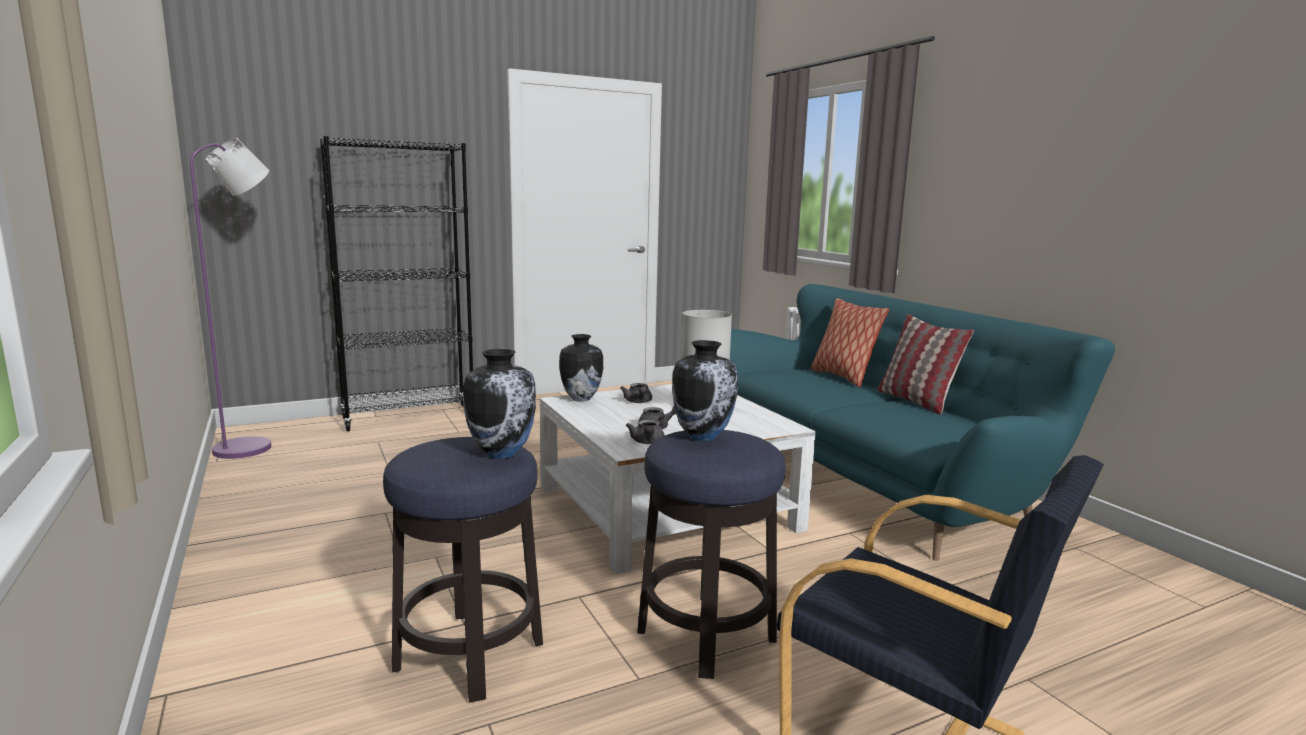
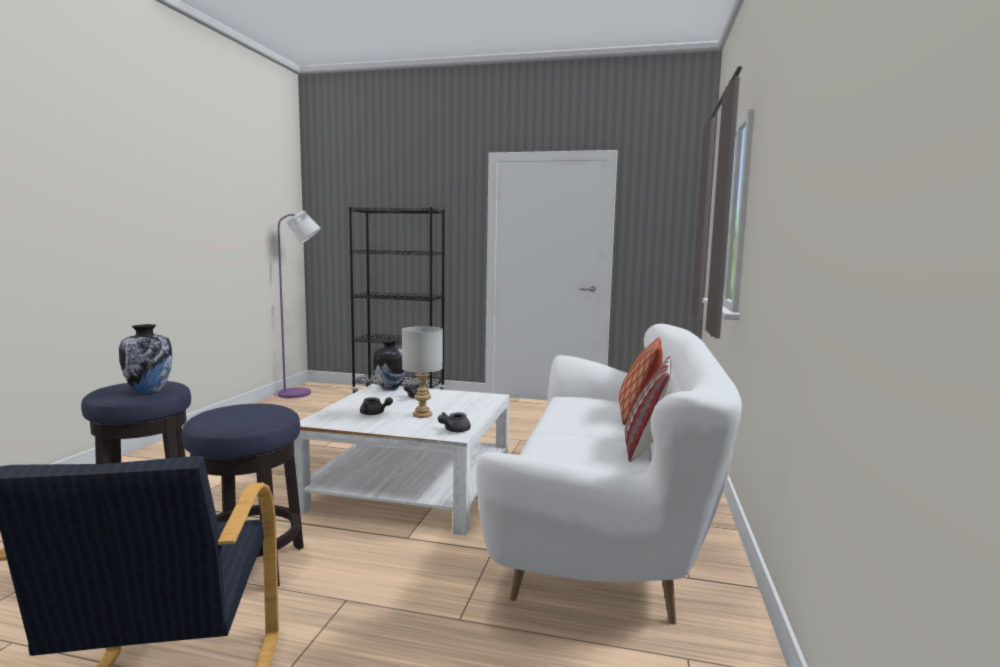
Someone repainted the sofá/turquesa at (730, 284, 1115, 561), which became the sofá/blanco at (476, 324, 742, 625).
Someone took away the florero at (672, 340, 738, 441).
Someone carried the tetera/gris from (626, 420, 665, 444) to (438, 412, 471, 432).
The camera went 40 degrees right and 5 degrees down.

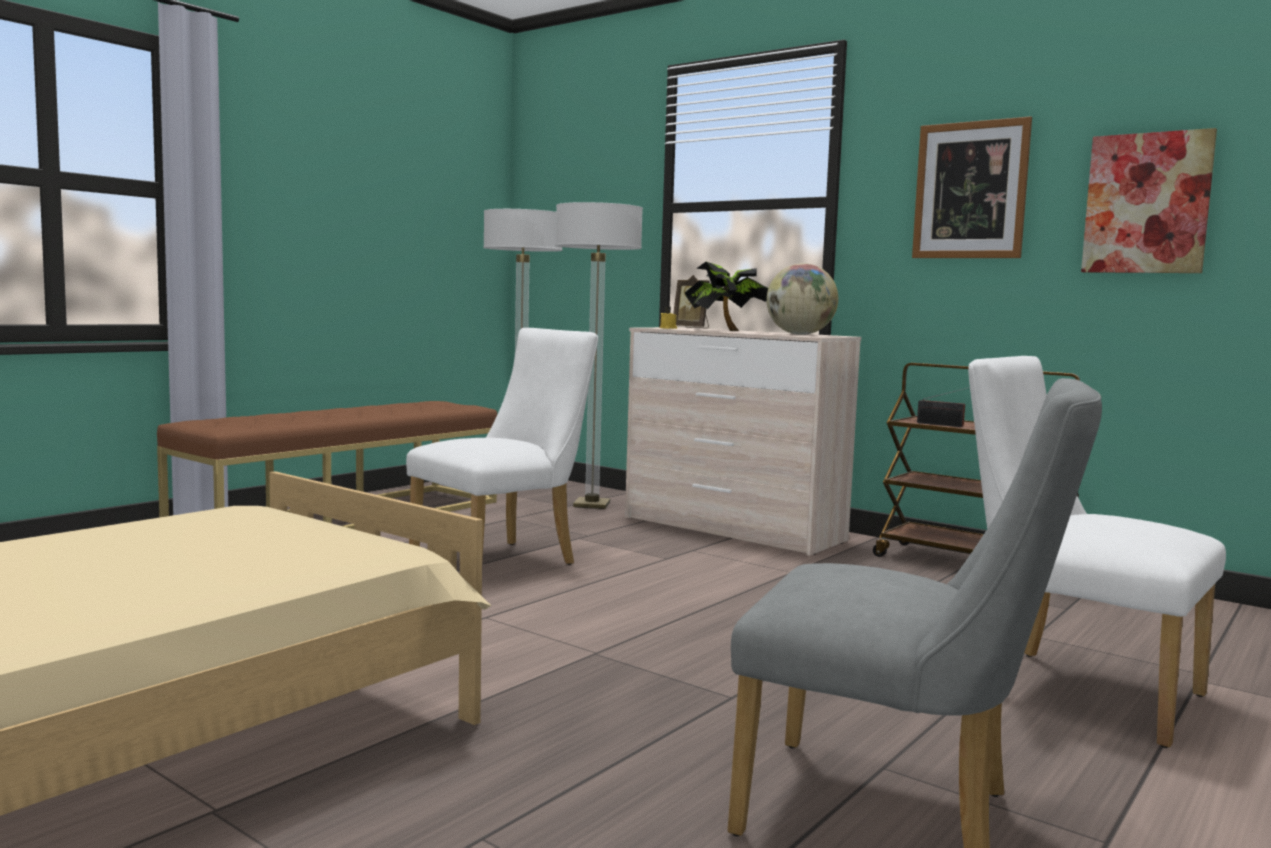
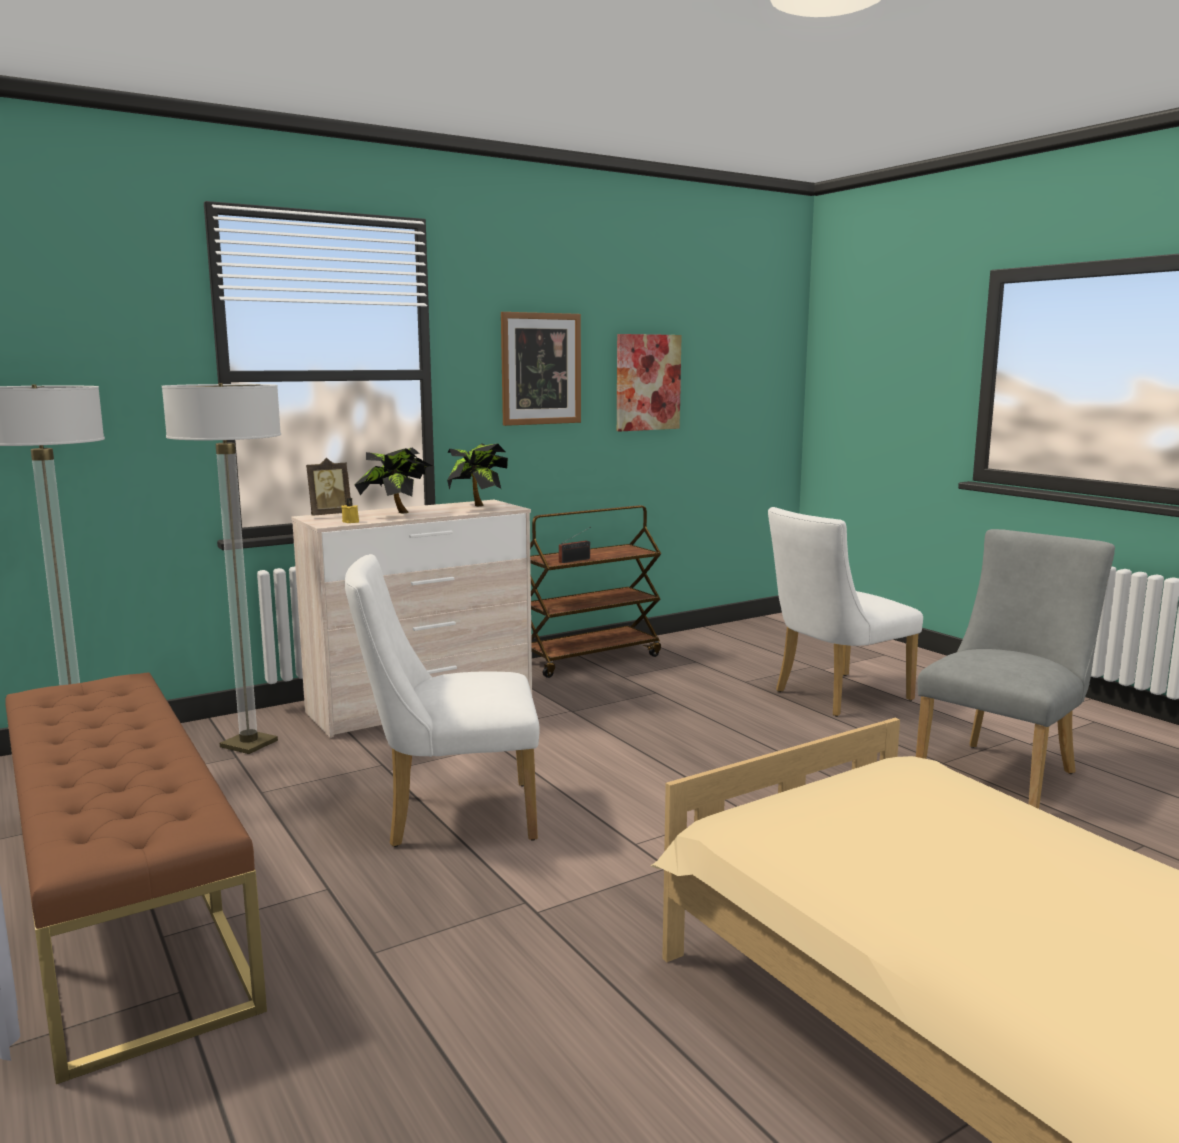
Someone swapped the globo terráqueo at (766, 263, 838, 335) for the planta en maceta at (447, 444, 508, 506).
Someone rotated the silla/blanco at (406, 328, 598, 565) by 75 degrees counterclockwise.
The camera went 70 degrees left and 5 degrees up.

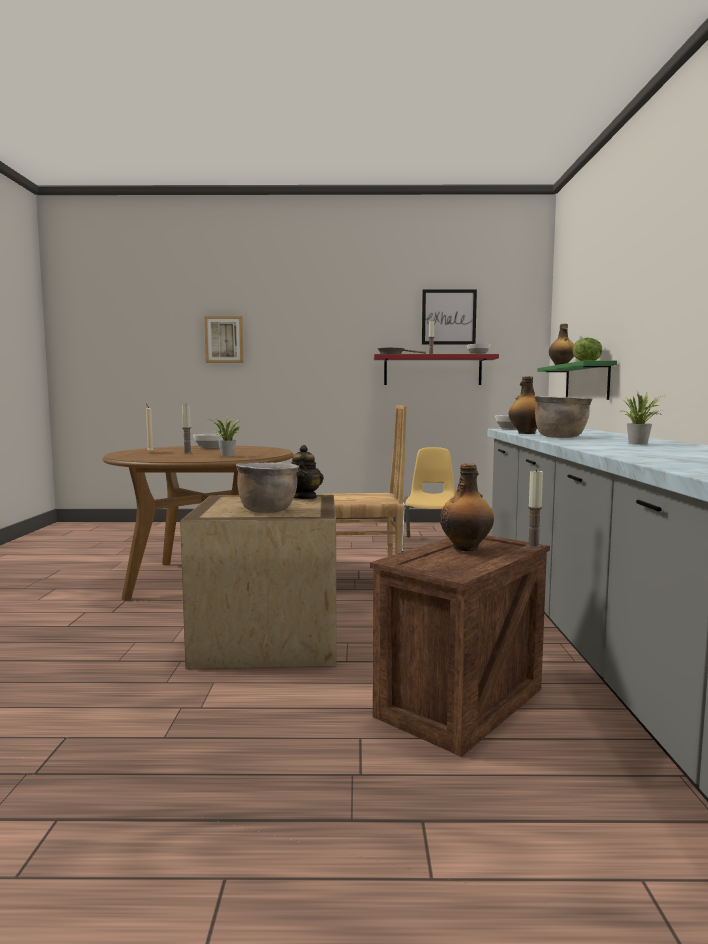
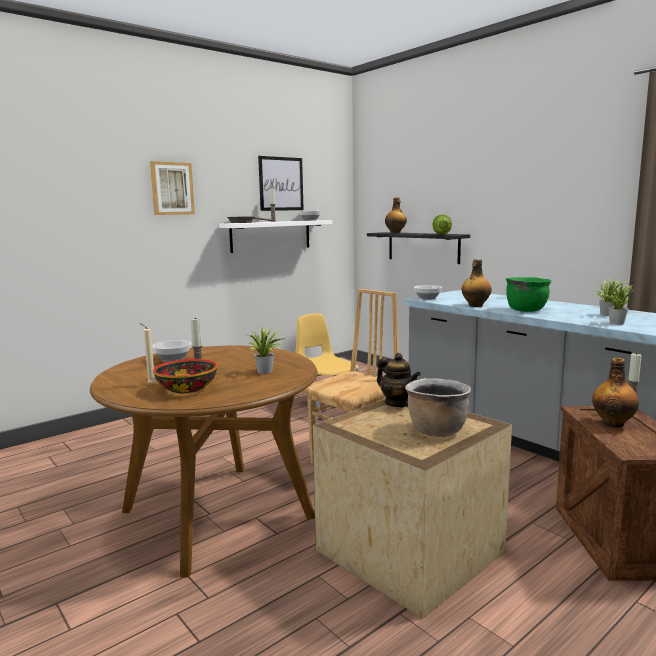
Someone carried the cuadro from (204, 316, 244, 363) to (150, 161, 195, 215).
Someone repainted the estante/rojo at (374, 354, 499, 385), which became the estante/blanco at (219, 220, 332, 253).
Someone repainted the estante/verde at (537, 361, 617, 400), which became the estante/negro at (367, 232, 470, 264).
Someone repainted the olla/marrón at (534, 395, 593, 438), which became the olla/verde at (506, 277, 551, 312).
Someone put down the planta en maceta at (600, 283, 633, 325).
Someone put down the cuenco at (153, 359, 217, 393).
The camera went 40 degrees left and 5 degrees up.

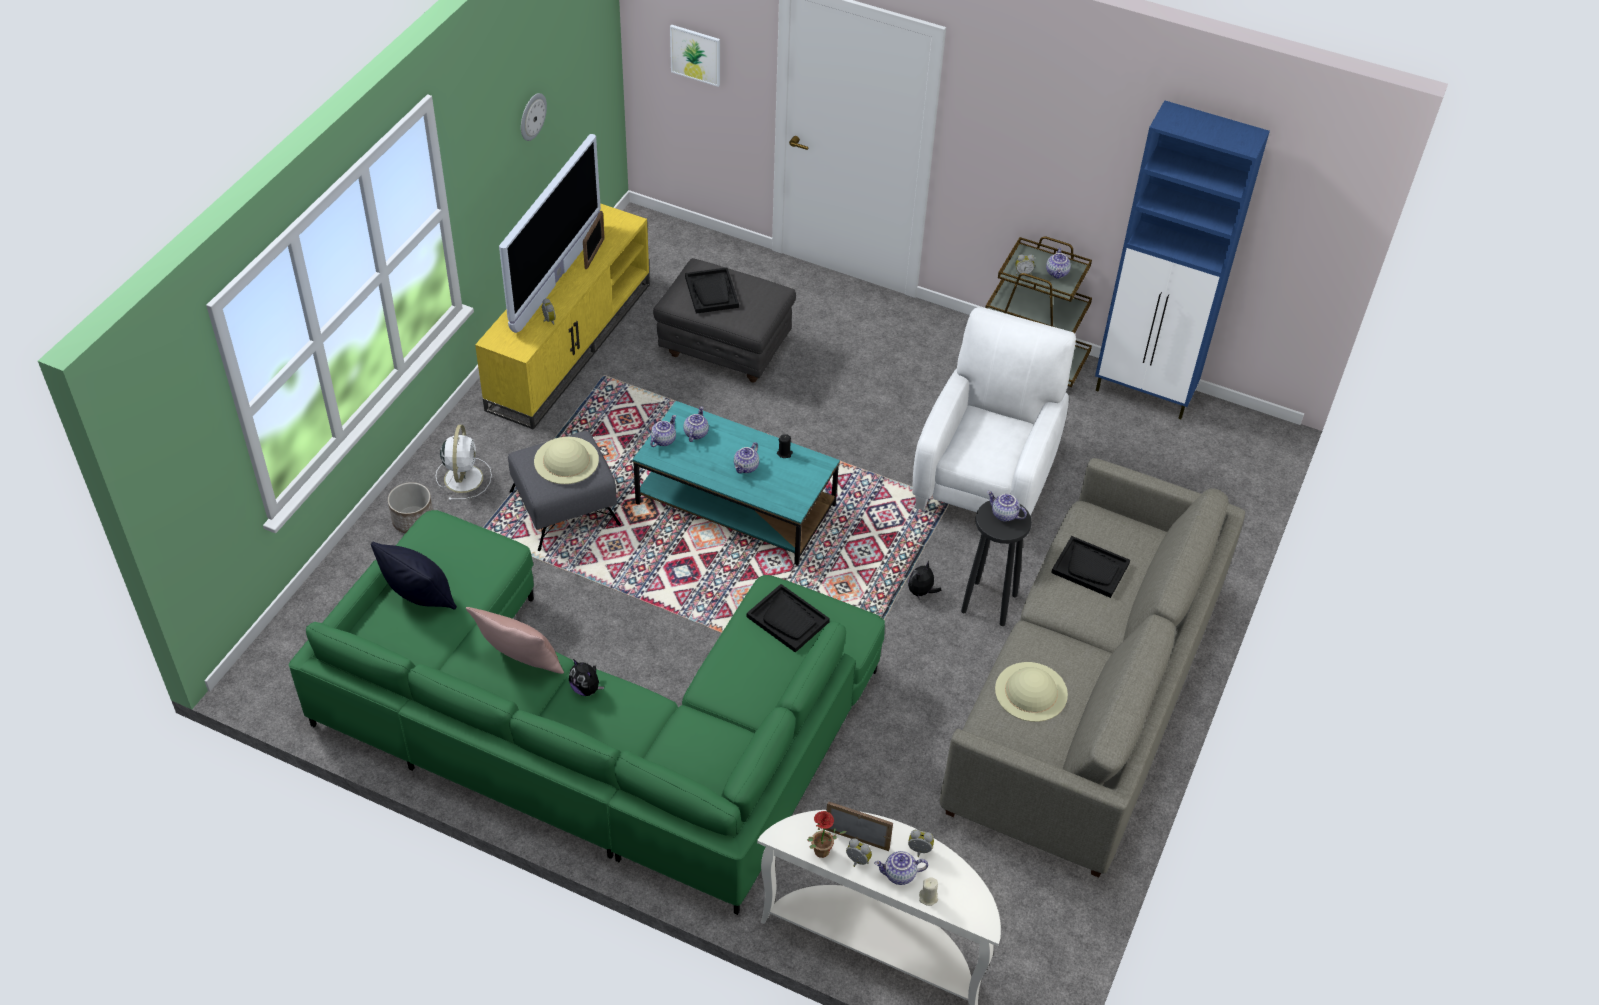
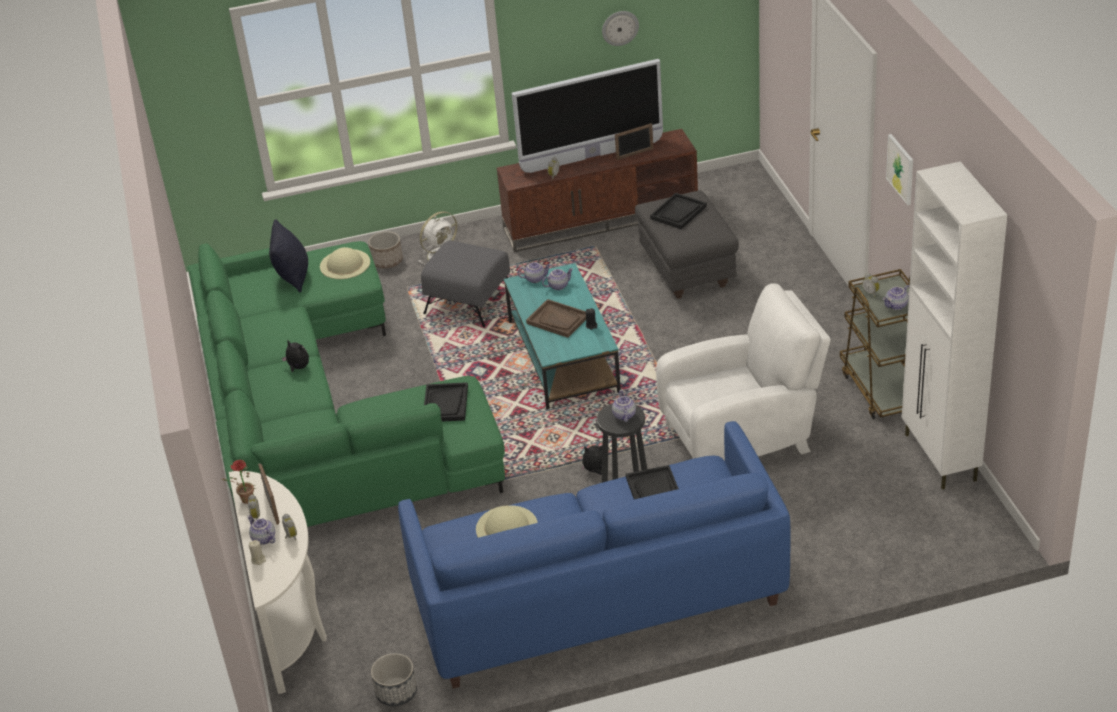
Someone carried the cuadro from (670, 25, 720, 87) to (886, 134, 913, 205).
Someone repainted the armario/azul at (1095, 100, 1270, 419), which became the armario/blanco at (902, 162, 1007, 490).
Someone repainted the mueble de televisión/amarillo at (475, 203, 650, 430), which became the mueble de televisión/marrón at (497, 129, 698, 252).
Someone carried the sombrero/beis from (534, 437, 599, 484) to (320, 247, 370, 279).
Someone swapped the tetera at (734, 442, 759, 473) for the bandeja/marrón at (526, 299, 586, 338).
Someone repainted the sofá/gris at (940, 458, 1245, 878), which became the sofá/azul at (398, 421, 791, 689).
Someone took away the cojín/rosa at (466, 607, 564, 674).
Someone rotated the peluche at (569, 659, 604, 696) by 120 degrees clockwise.
Someone put down the maceta at (371, 653, 417, 706).
The camera went 55 degrees right and 10 degrees down.

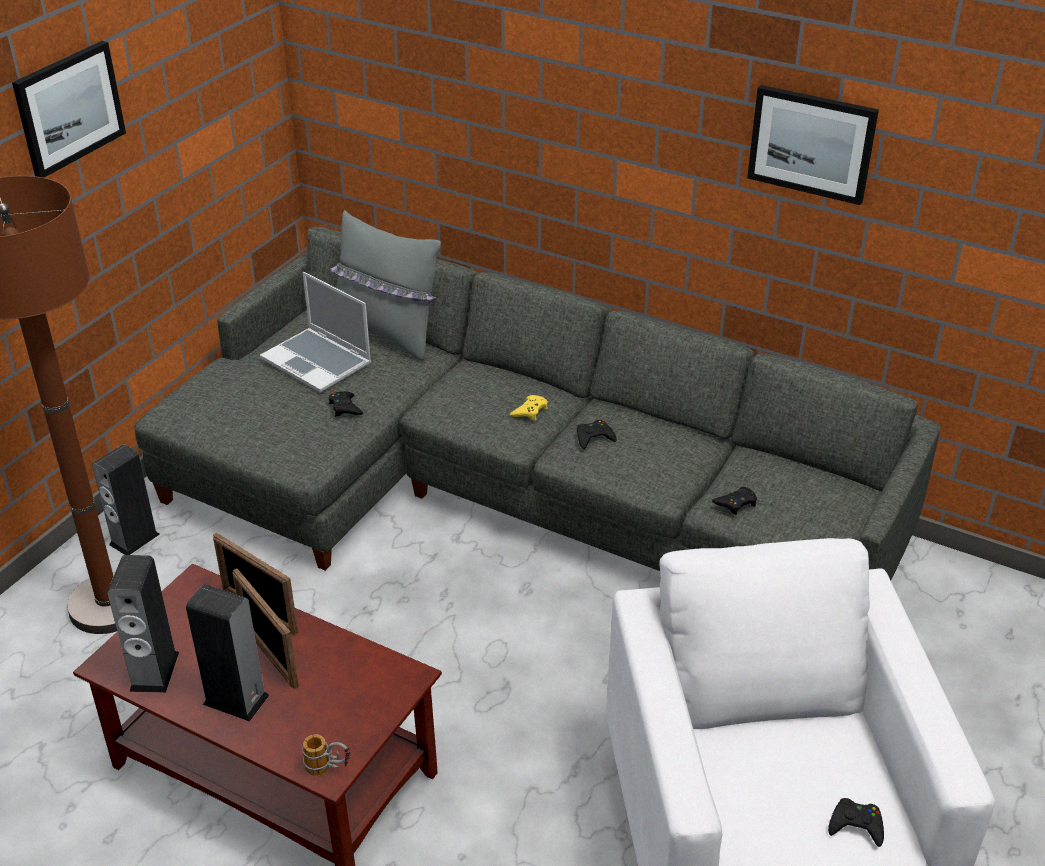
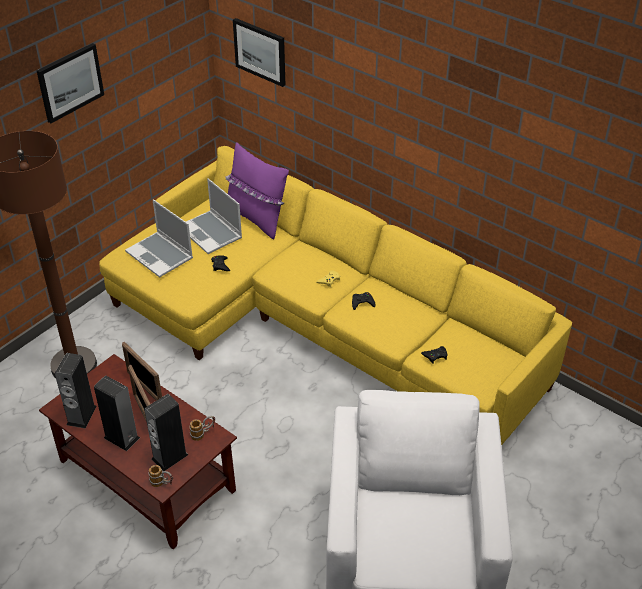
Someone carried the cuadro from (747, 85, 879, 205) to (233, 18, 285, 87).
Someone repainted the cojín/gris at (330, 210, 441, 361), which became the cojín/morado at (226, 142, 289, 239).
Someone repainted the sofá/gris at (134, 227, 941, 580), which became the sofá/amarillo at (99, 146, 572, 445).
Someone carried the altavoz from (92, 444, 160, 555) to (144, 394, 189, 471).
Someone took away the mando de consola/negro at (828, 798, 884, 847).
Someone put down the portátil at (125, 199, 193, 278).
Someone put down the taza grande at (190, 416, 215, 441).
The camera went 10 degrees right and 5 degrees up.

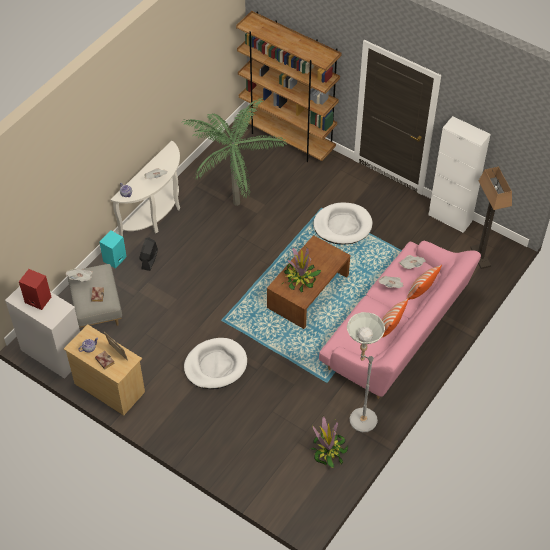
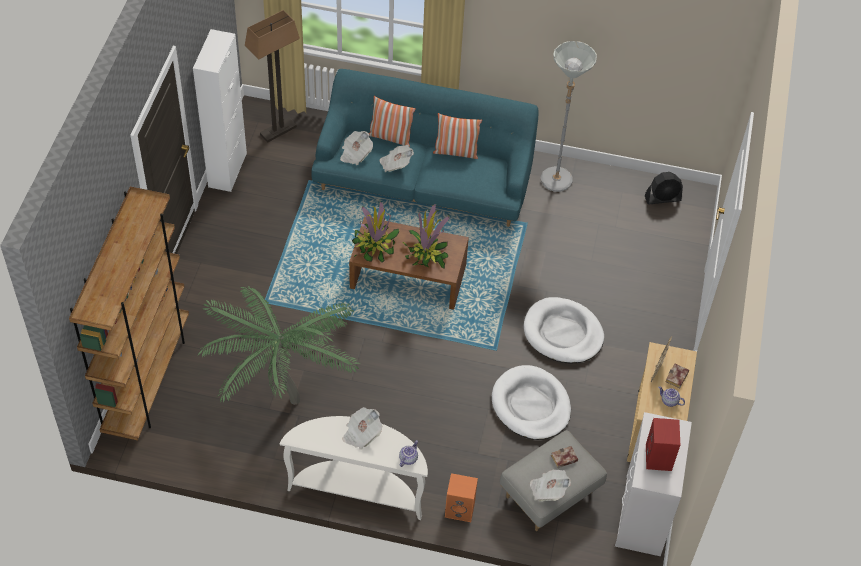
Someone carried the cama para perro/blanco from (313, 202, 373, 244) to (492, 365, 571, 440).
Someone repainted the altavoz/turquesa at (99, 230, 127, 268), which became the altavoz/naranja at (445, 473, 478, 522).
Someone carried the ventilador/negro from (139, 237, 158, 271) to (645, 172, 683, 204).
Someone repainted the sofá/rosa at (319, 241, 481, 399), which became the sofá/turquesa at (311, 69, 539, 227).
Someone carried the planta en maceta from (309, 416, 348, 468) to (352, 201, 399, 262).
The camera went 115 degrees left and 0 degrees up.

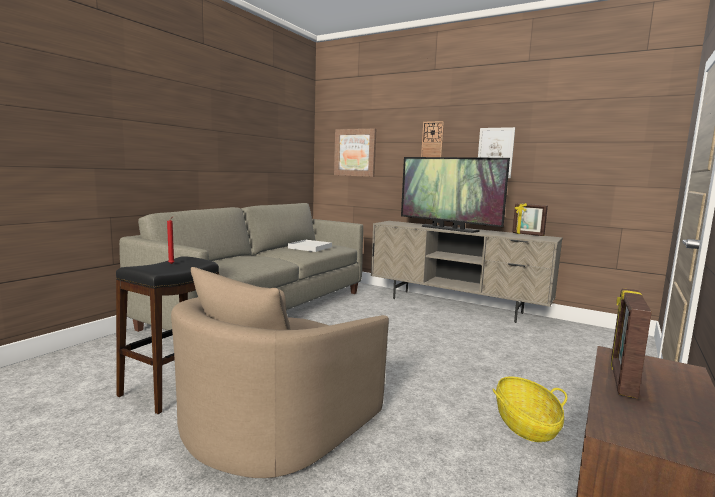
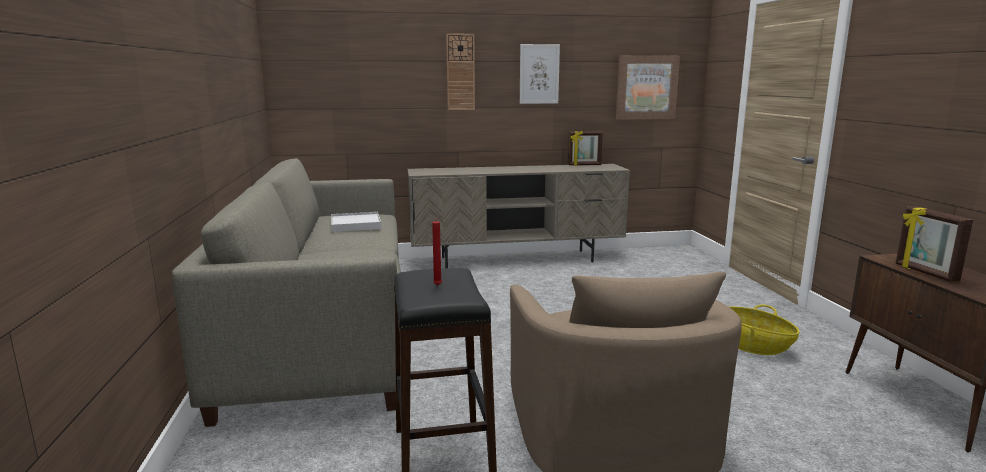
Someone carried the cuadro from (334, 129, 376, 177) to (616, 55, 680, 120).
Someone took away the televisor at (401, 157, 510, 233).
The camera went 40 degrees left and 5 degrees up.

